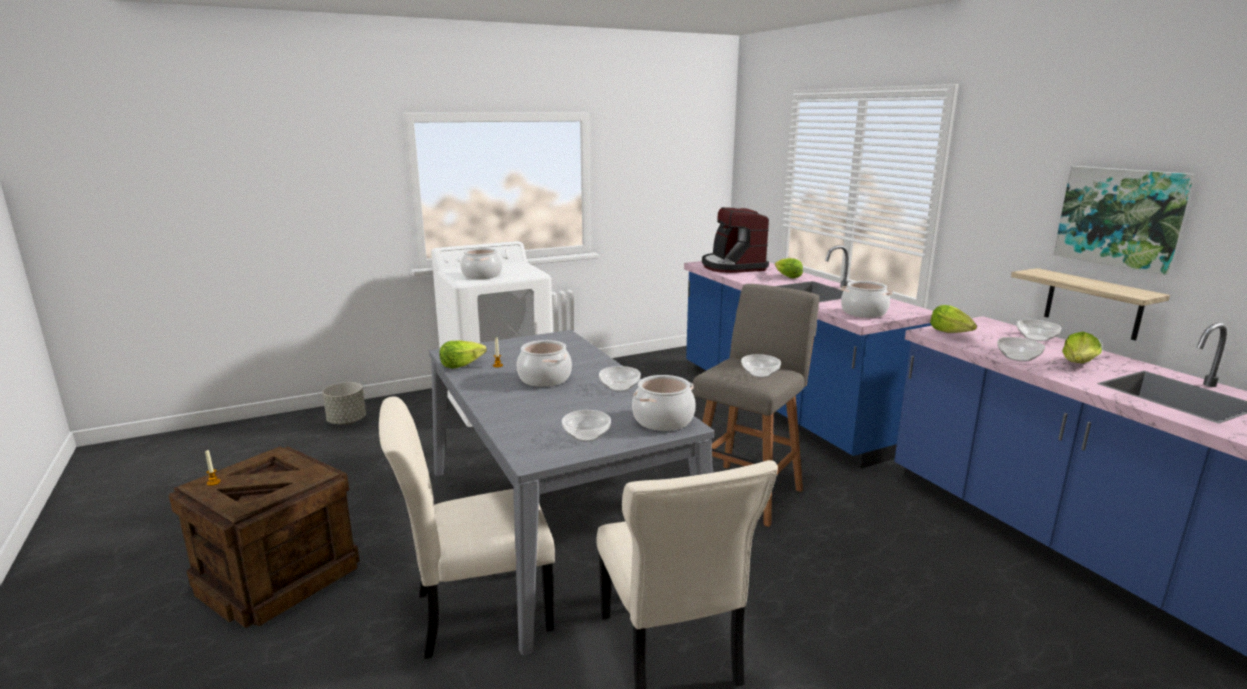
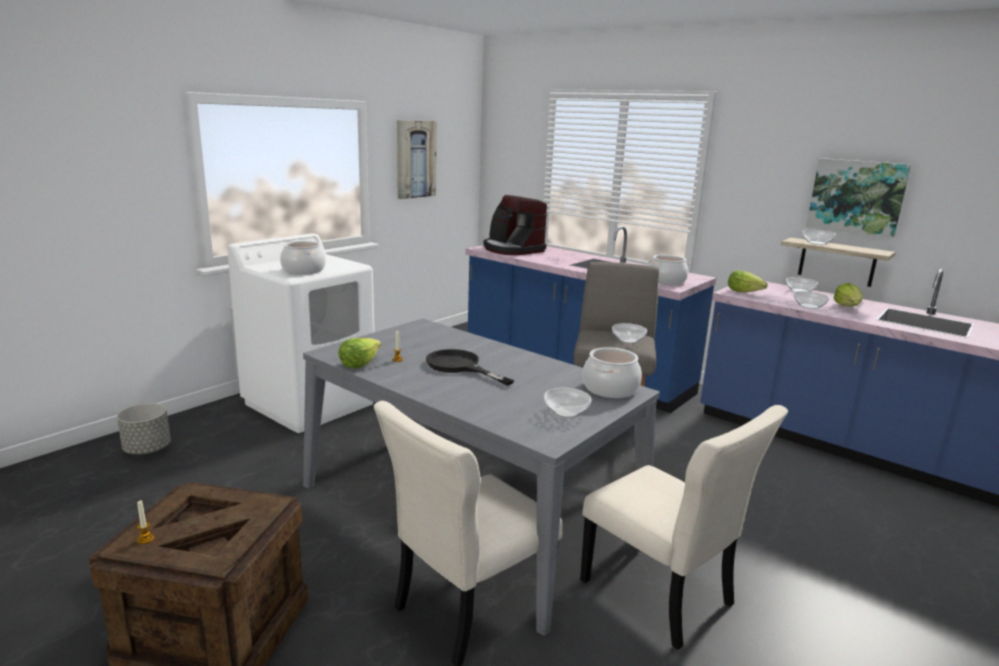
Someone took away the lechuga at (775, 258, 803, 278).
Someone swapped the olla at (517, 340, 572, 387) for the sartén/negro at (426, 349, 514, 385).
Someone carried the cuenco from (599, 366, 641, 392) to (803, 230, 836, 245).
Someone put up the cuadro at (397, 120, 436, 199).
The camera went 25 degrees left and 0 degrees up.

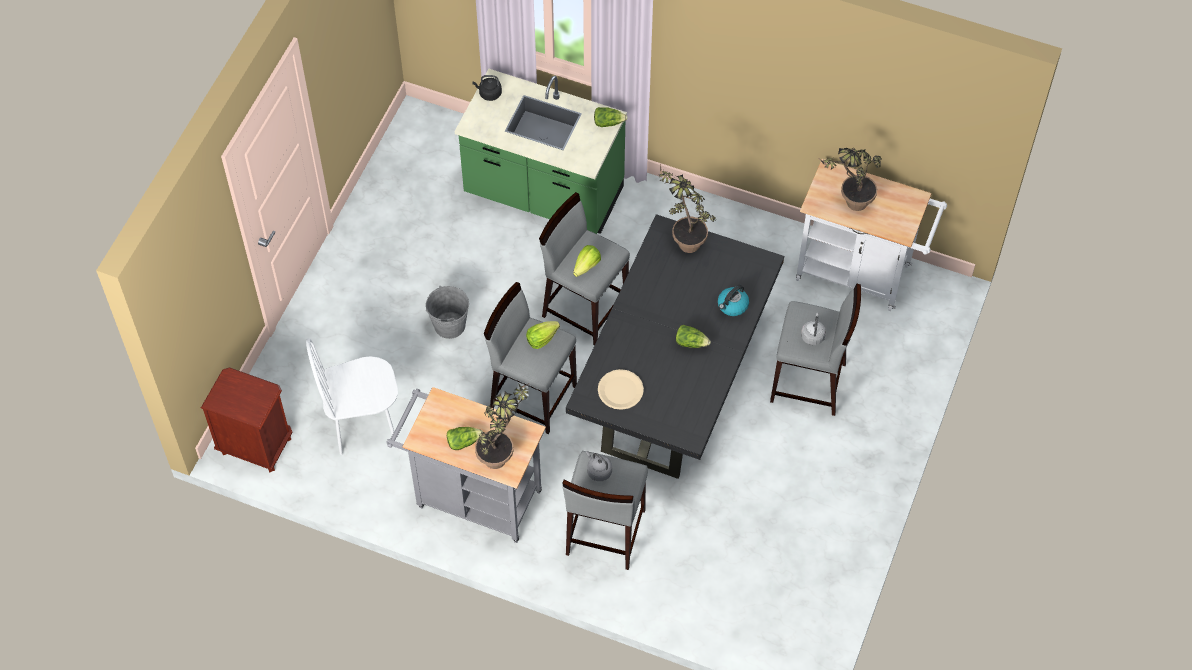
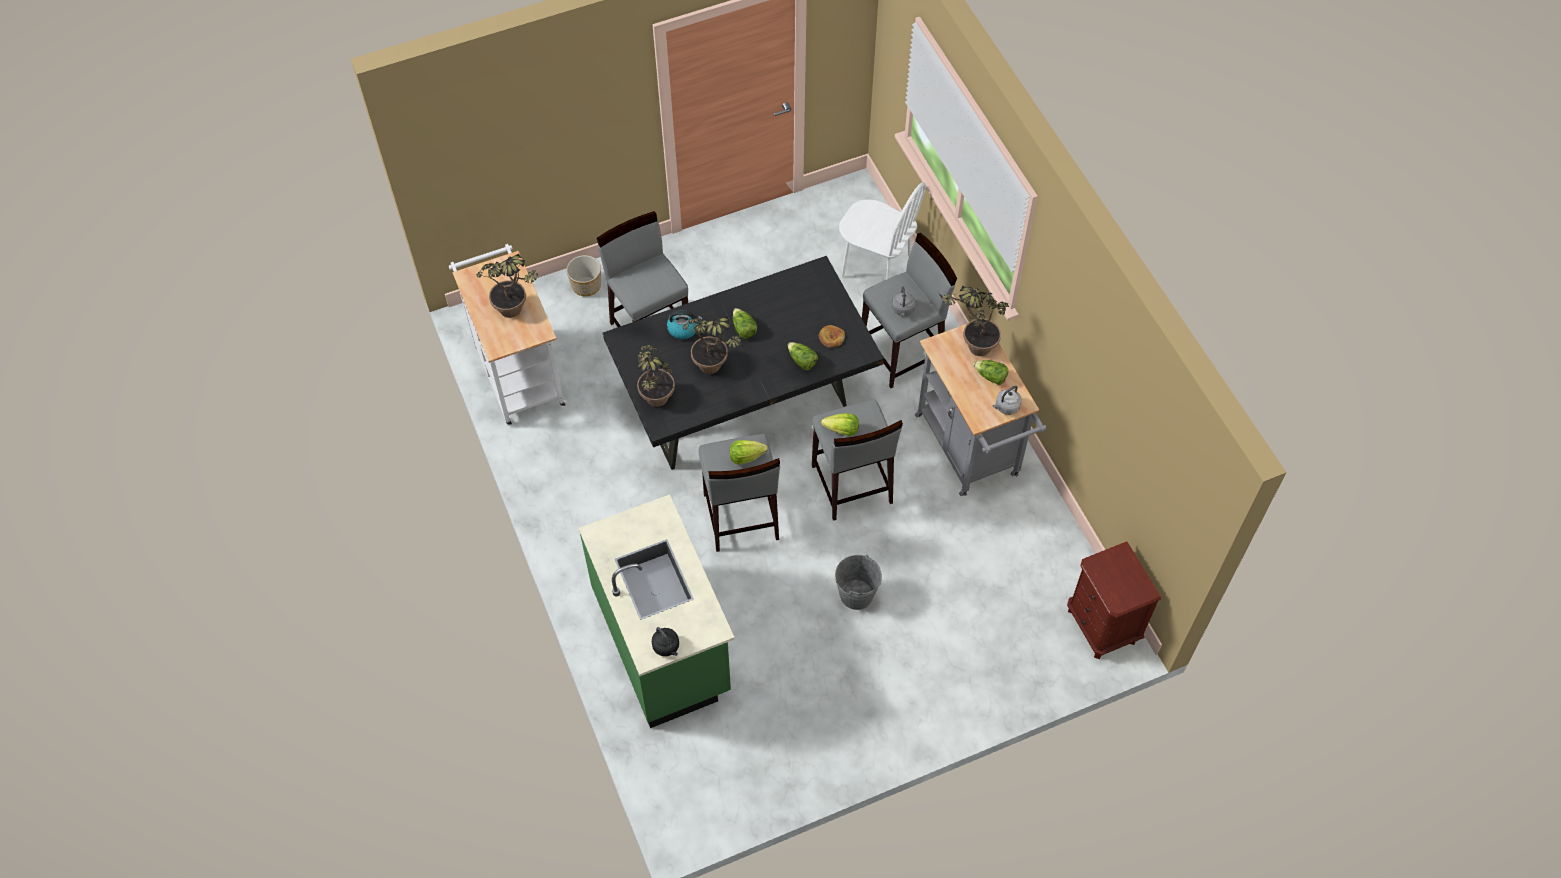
Someone carried the lechuga from (594, 107, 628, 127) to (788, 342, 818, 370).
Someone carried the hervidor/gris from (801, 313, 826, 345) to (993, 385, 1022, 415).
Someone carried the silla/blanco from (306, 338, 398, 455) to (839, 182, 926, 280).
Someone swapped the plato/beis at (598, 369, 644, 410) for the pan at (819, 325, 845, 348).
Someone put down the maceta at (567, 255, 601, 296).
Someone put down the planta en maceta at (683, 316, 742, 374).
The camera went 135 degrees left and 0 degrees up.

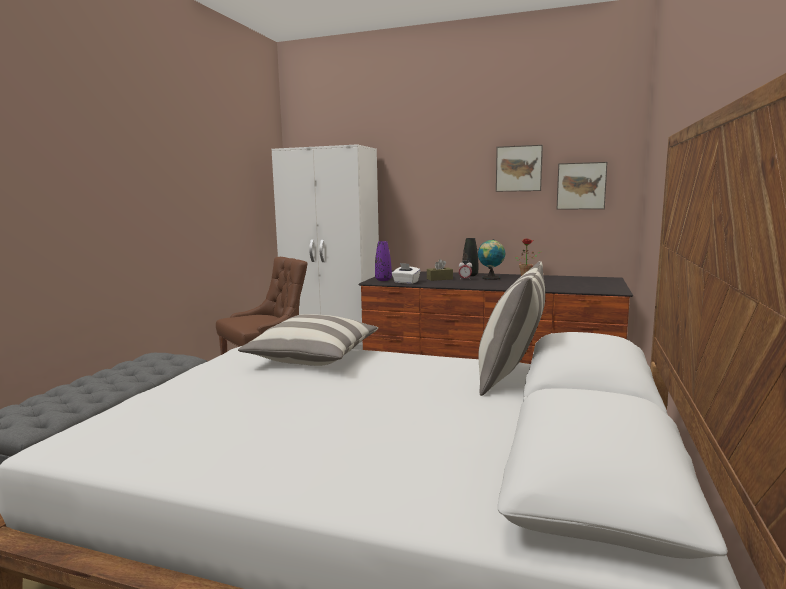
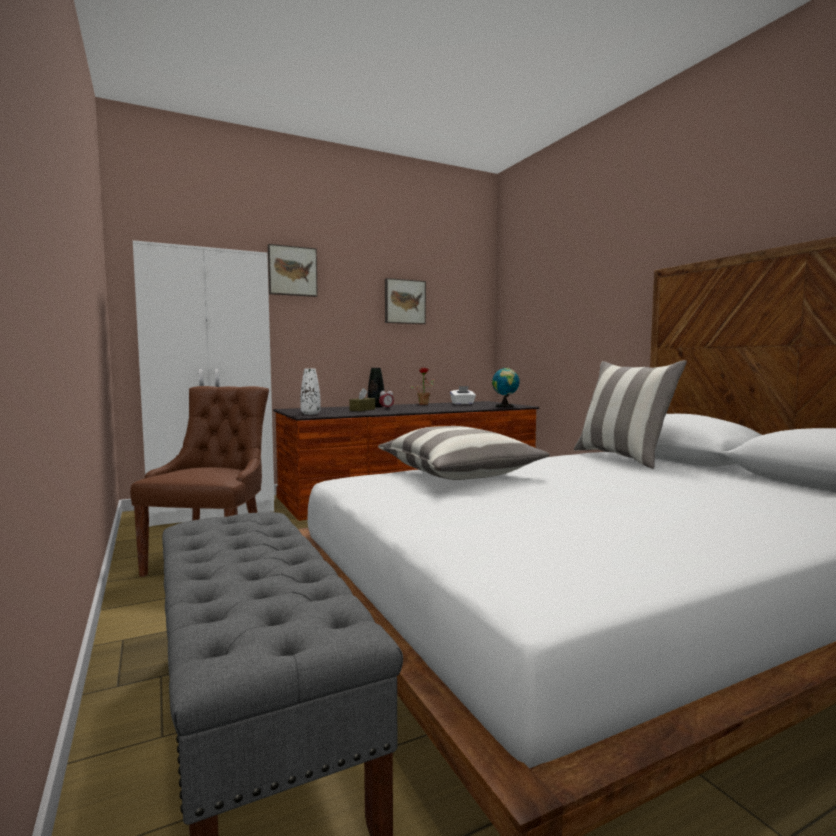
Someone carried the cuadro from (557, 162, 608, 210) to (268, 244, 318, 297).
Someone carried the globo terráqueo from (478, 239, 505, 280) to (492, 368, 519, 407).
Someone repainted the florero/morado at (375, 241, 392, 281), which became the florero/blanco at (300, 368, 321, 415).
Someone carried the caja de pañuelos/blanco from (392, 263, 421, 284) to (450, 386, 476, 404).
The camera went 45 degrees left and 5 degrees down.

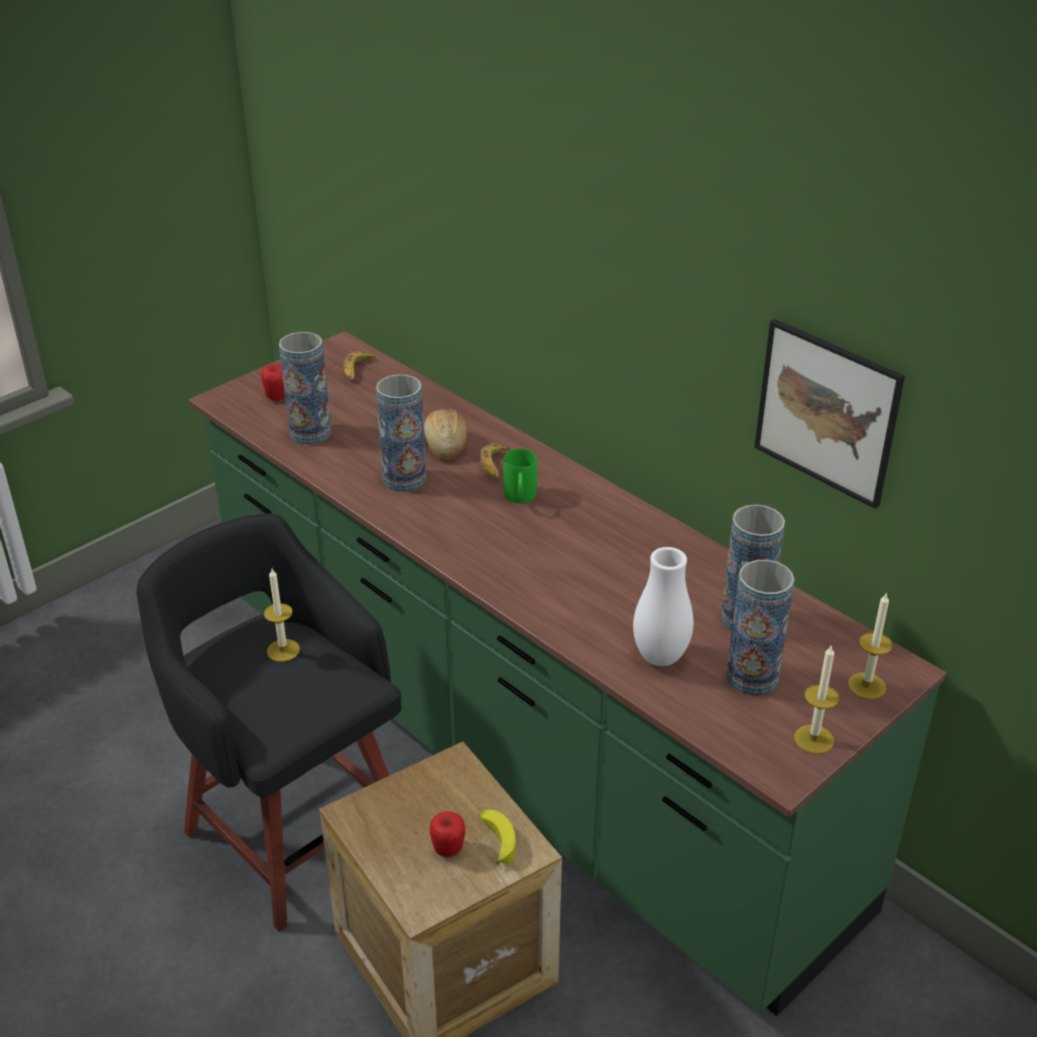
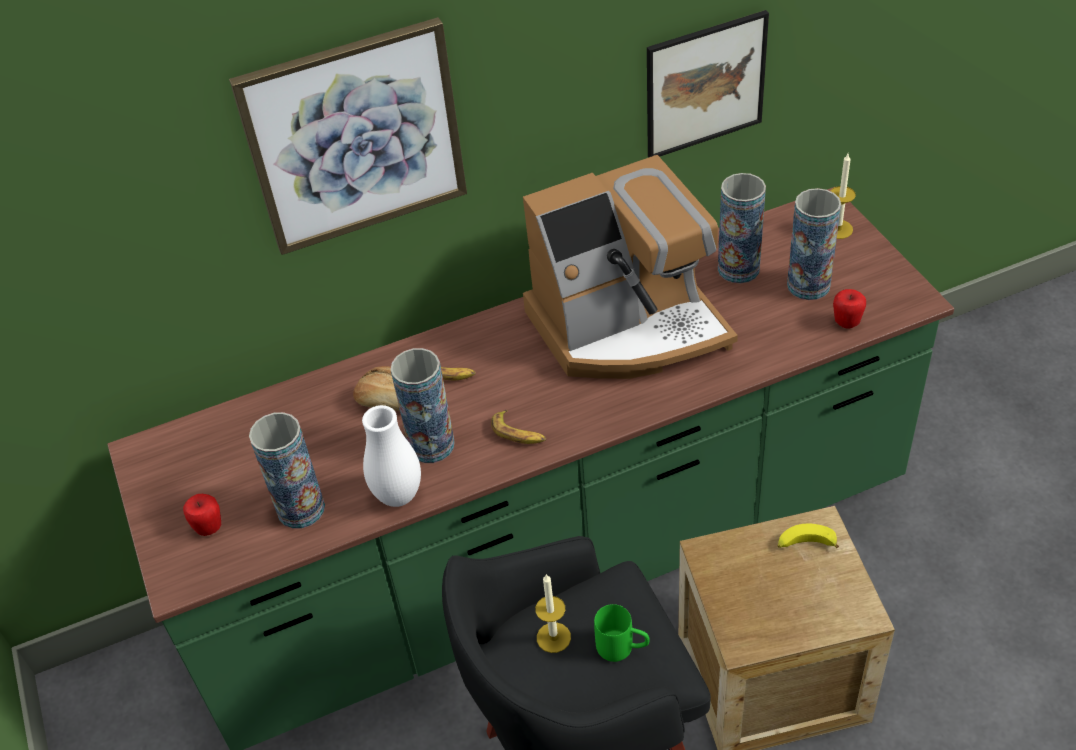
Someone carried the plátano from (343, 350, 376, 382) to (491, 410, 546, 444).
Someone carried the taza grande/verde from (503, 449, 537, 503) to (594, 604, 650, 662).
Someone carried the florero/blanco from (633, 547, 693, 666) to (362, 405, 421, 507).
Someone took away the vela at (794, 644, 839, 754).
Someone carried the manzana from (430, 811, 465, 857) to (833, 289, 866, 328).
Someone put up the cuadro at (229, 17, 467, 255).
Someone put down the cafetera at (523, 155, 738, 379).
The camera went 65 degrees left and 10 degrees up.

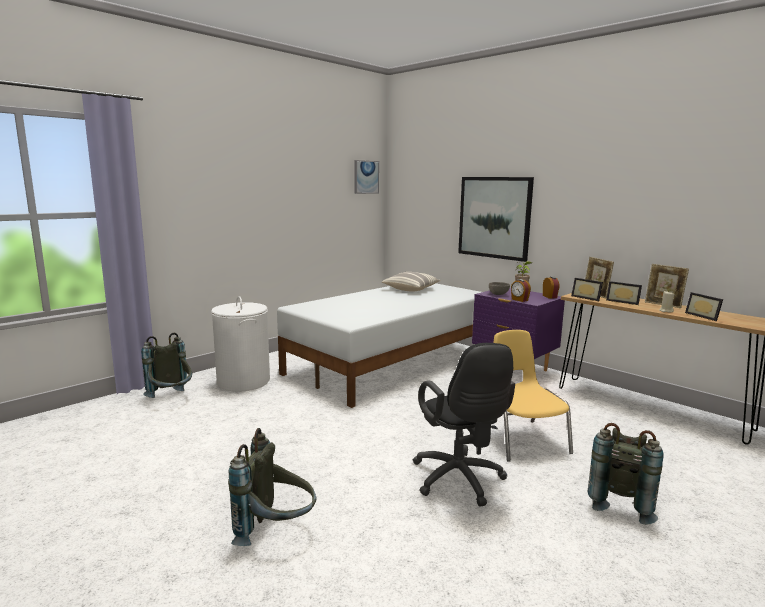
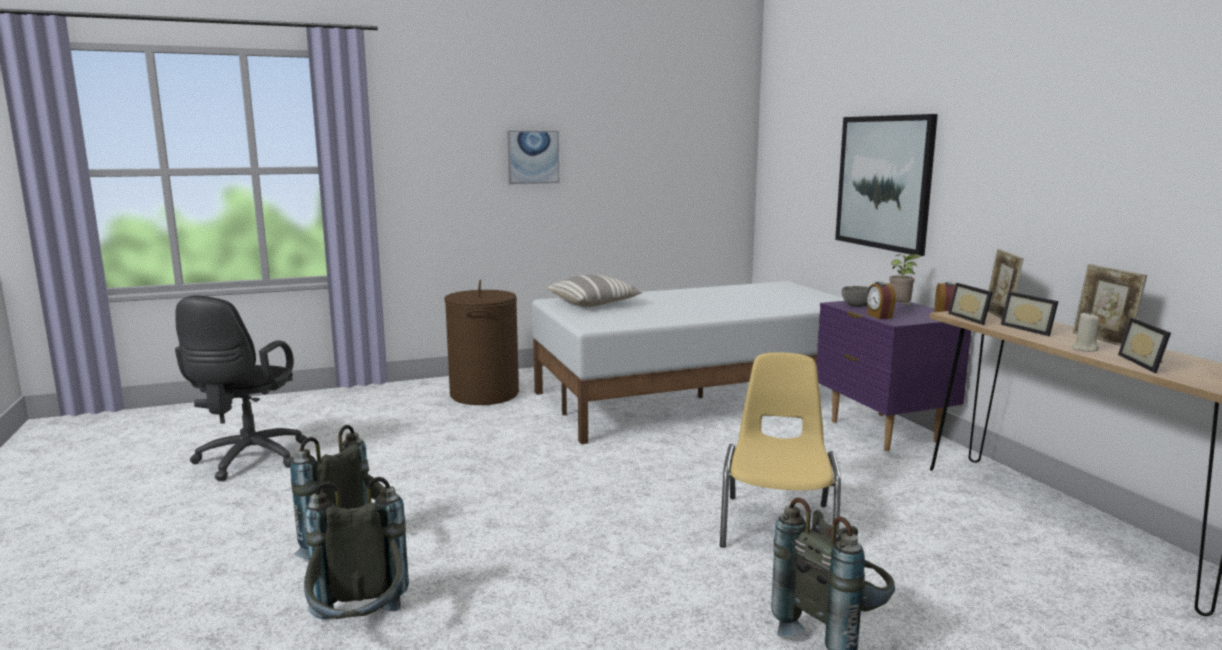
Someone carried the cuadro from (354, 160, 379, 194) to (507, 131, 559, 184).
Someone carried the cojín from (382, 272, 441, 291) to (547, 274, 643, 307).
Someone repainted the cesto de la ropa/blanco at (211, 296, 270, 392), which became the cesto de la ropa/marrón at (444, 280, 519, 405).
Someone carried the mochila/gris from (141, 333, 192, 398) to (304, 477, 409, 620).
Someone carried the silla de oficina/negro from (413, 343, 515, 507) to (175, 295, 307, 481).
The camera went 25 degrees right and 0 degrees up.

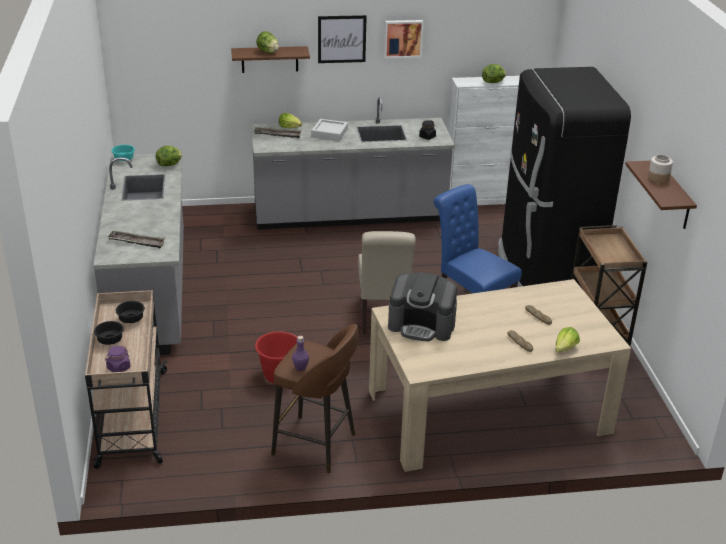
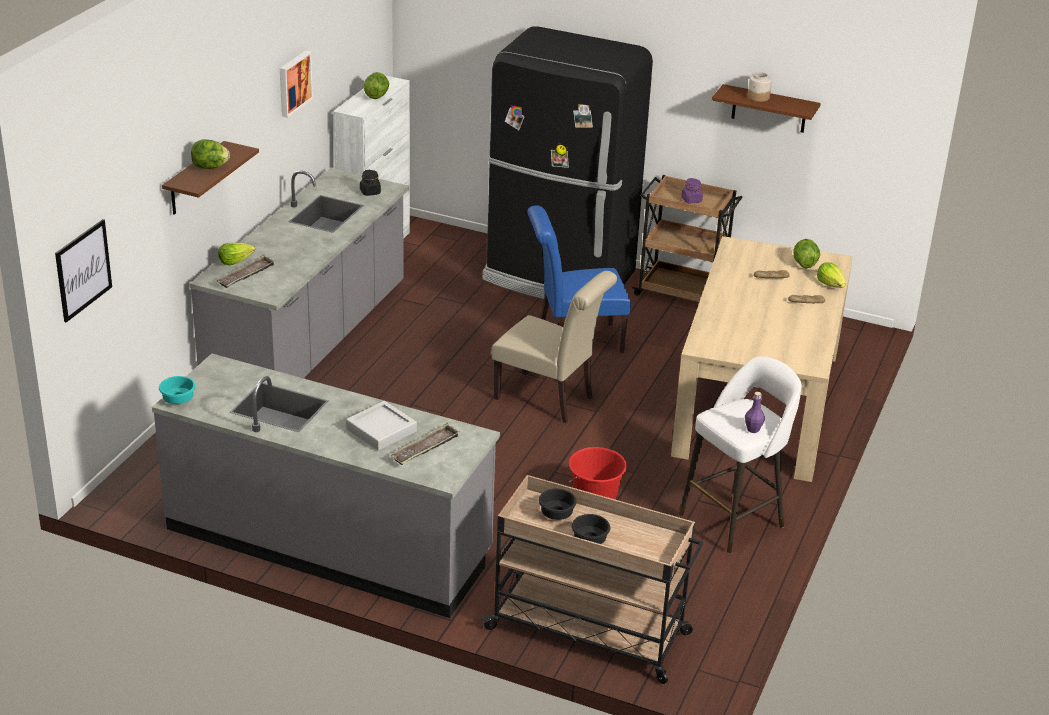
Someone carried the cuadro from (318, 15, 367, 63) to (55, 219, 112, 322).
Someone carried the bandeja/gris from (311, 119, 348, 141) to (346, 401, 417, 451).
Someone carried the lechuga from (156, 146, 182, 166) to (793, 239, 820, 268).
Someone took away the cafetera at (388, 272, 457, 342).
Someone repainted the taburete/marrón at (271, 324, 358, 474), which became the taburete/blanco at (679, 356, 802, 553).
Someone carried the tarro/morado from (105, 346, 131, 372) to (681, 178, 703, 203).
The camera went 60 degrees left and 0 degrees up.

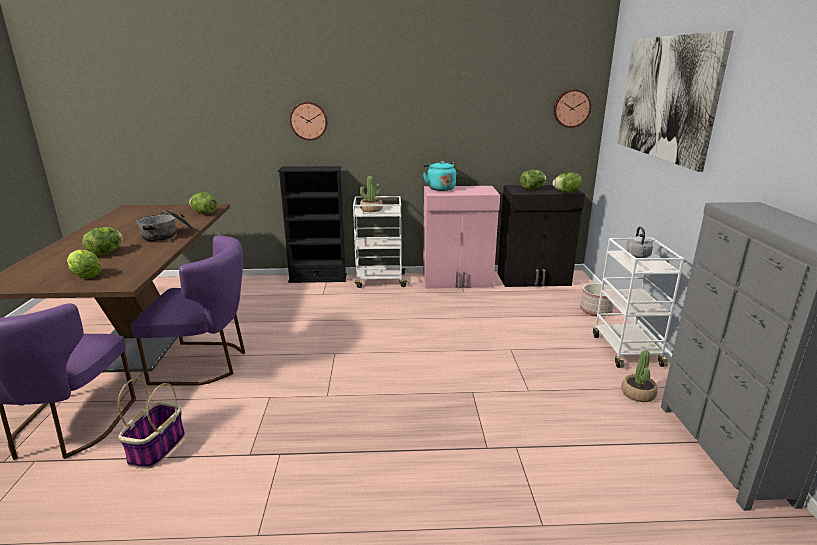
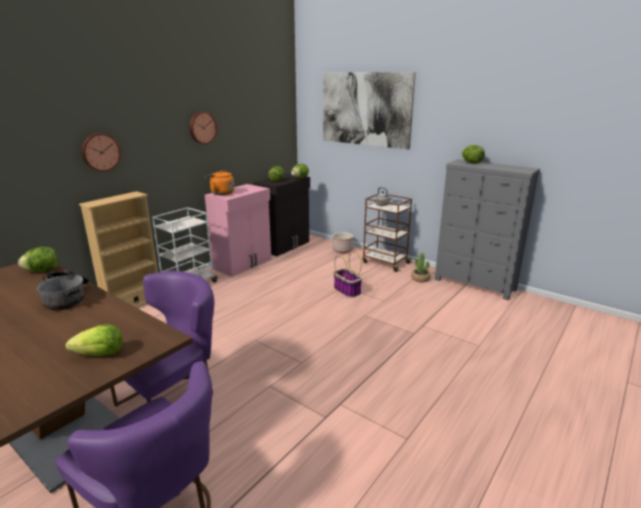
Someone carried the reloj de pared from (553, 89, 591, 128) to (189, 112, 217, 144).
Someone repainted the hervidor/turquesa at (423, 161, 456, 191), which became the hervidor/naranja at (205, 170, 235, 195).
Someone repainted the estantería/negro at (278, 166, 347, 283), which became the estantería/beis at (79, 191, 158, 308).
Someone took away the planta en maceta at (360, 176, 383, 212).
Someone carried the lechuga from (82, 227, 123, 256) to (462, 145, 485, 164).
Someone repainted the carrito/blanco at (593, 238, 684, 368), which became the carrito/marrón at (362, 193, 413, 272).
Someone carried the cesta from (118, 377, 185, 469) to (334, 251, 362, 298).
The camera went 50 degrees left and 0 degrees up.

